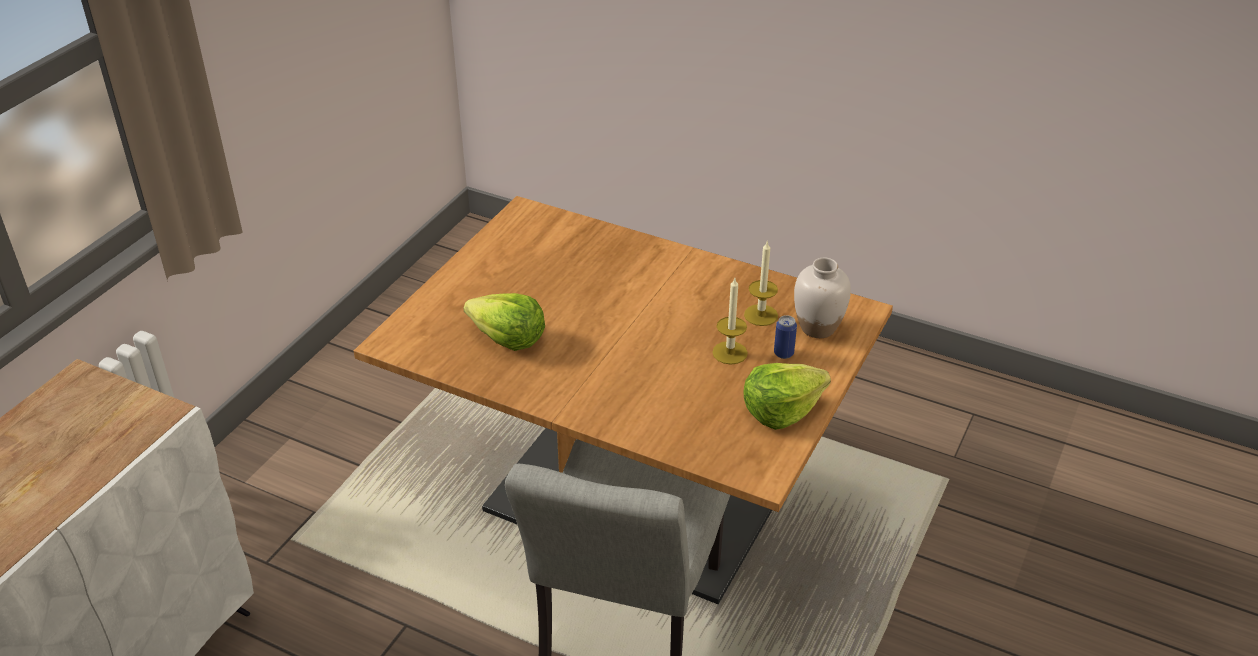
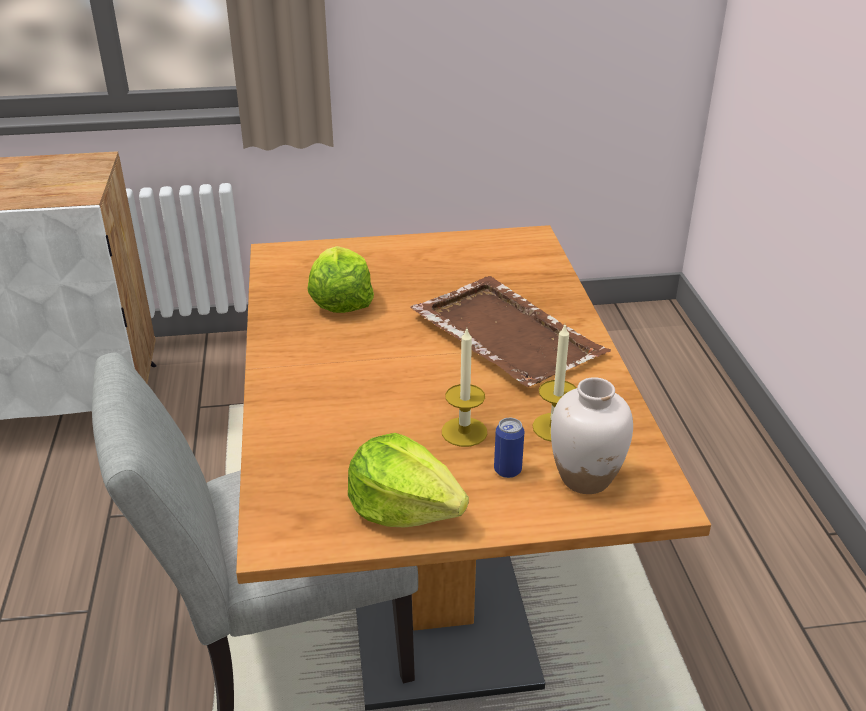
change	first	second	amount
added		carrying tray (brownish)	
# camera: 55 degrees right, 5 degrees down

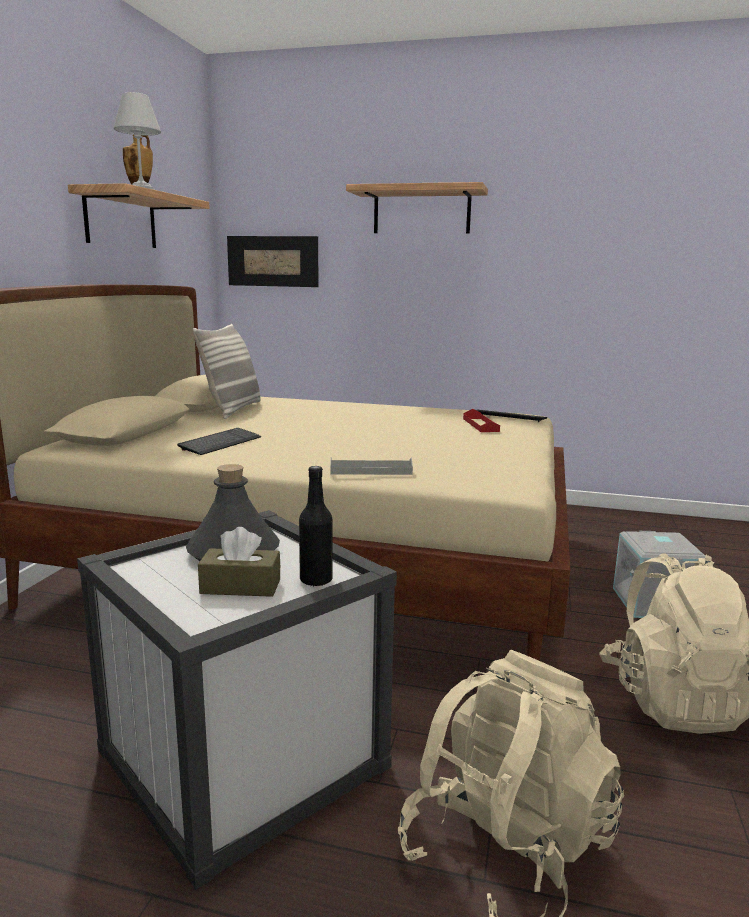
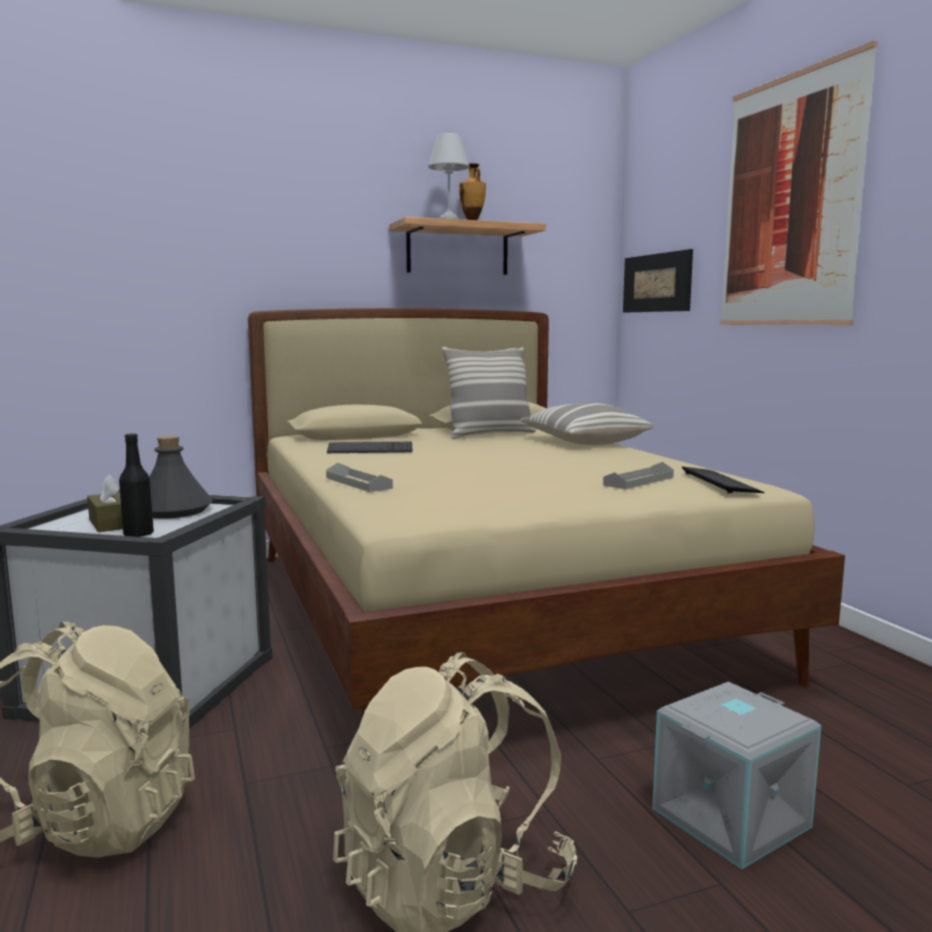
change	first	second	amount
added		throw pillow (2nd from left)	
replaced	bracket shelf (2nd from left)	picture (2nd from left)	
recoloured	carrying tray (reddish)	carrying tray (gray) (2nd from left)	
# camera: 55 degrees right, 5 degrees down

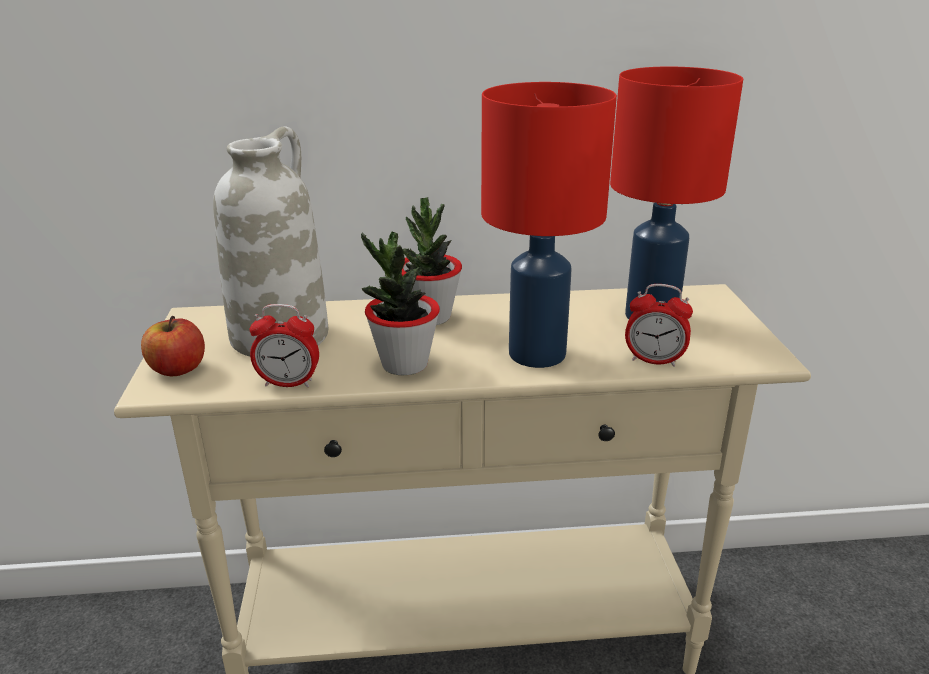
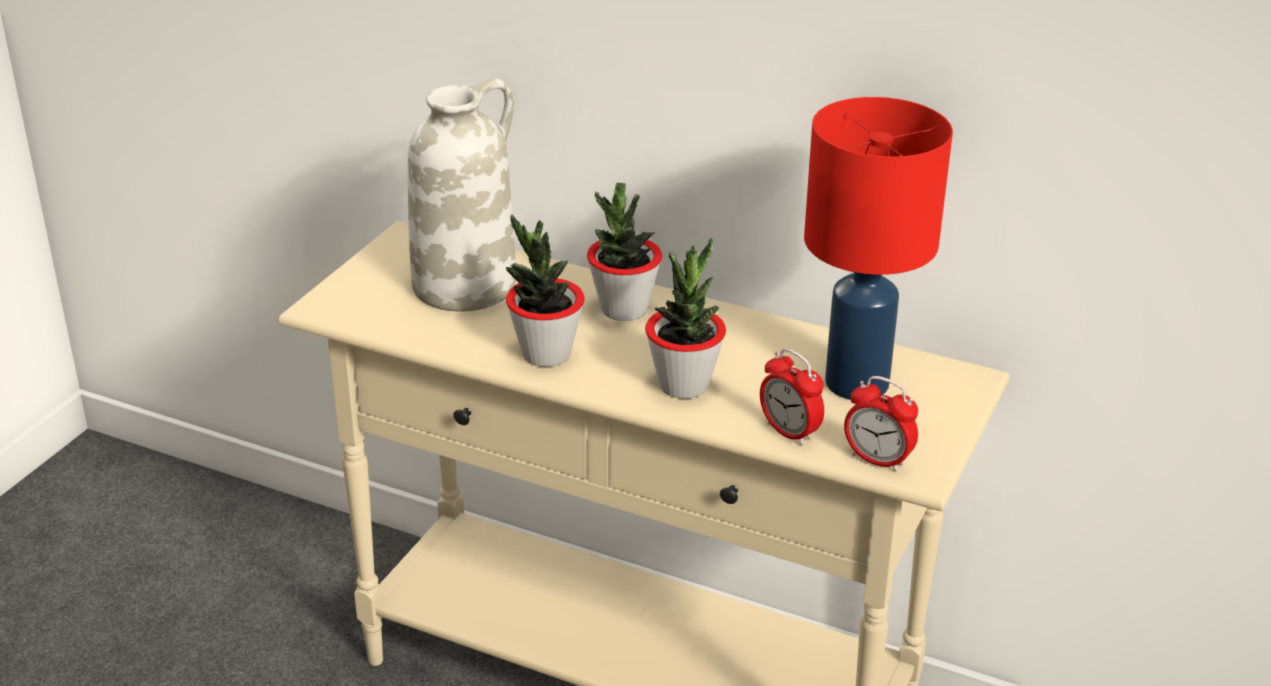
change	first	second	amount
removed	whole apple		
moved	bedside clock (1st from left in the first image)	bedside clock (2nd from left)	
replaced	tabletop lamp (reddish) (1st from left)	plant in a pot (3rd from left)	
# camera: 30 degrees right, 5 degrees up

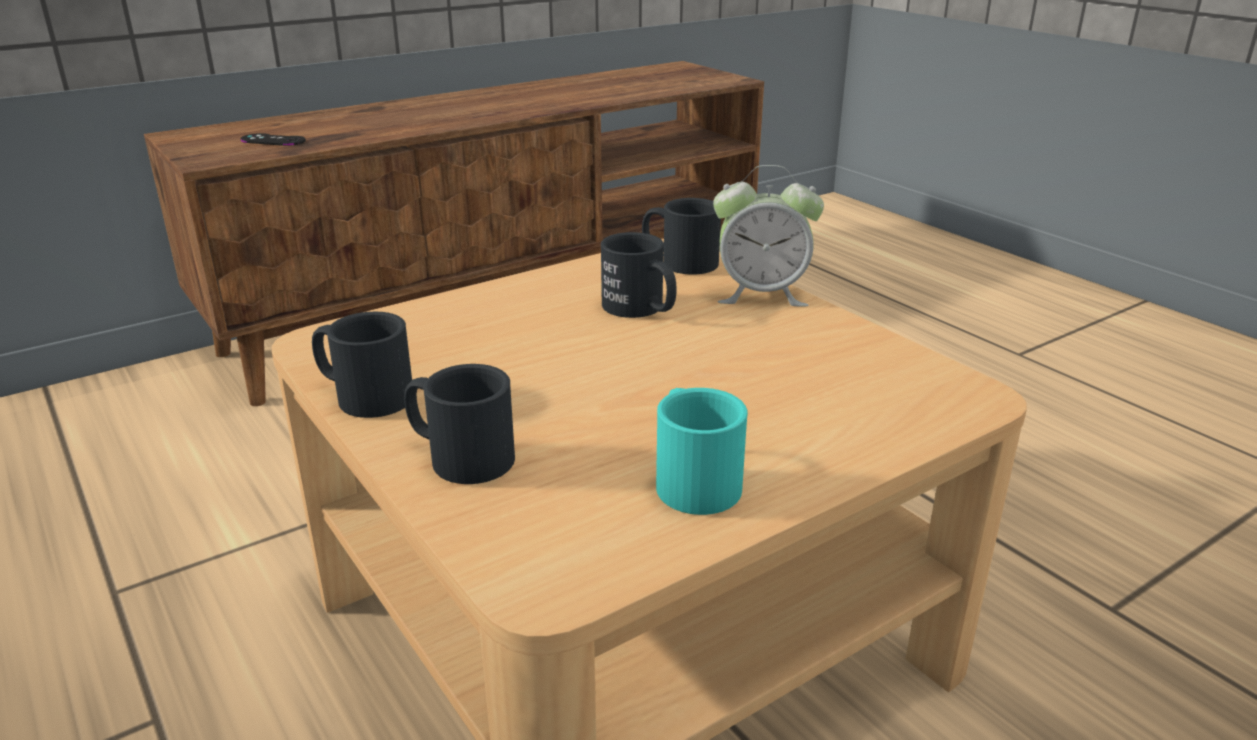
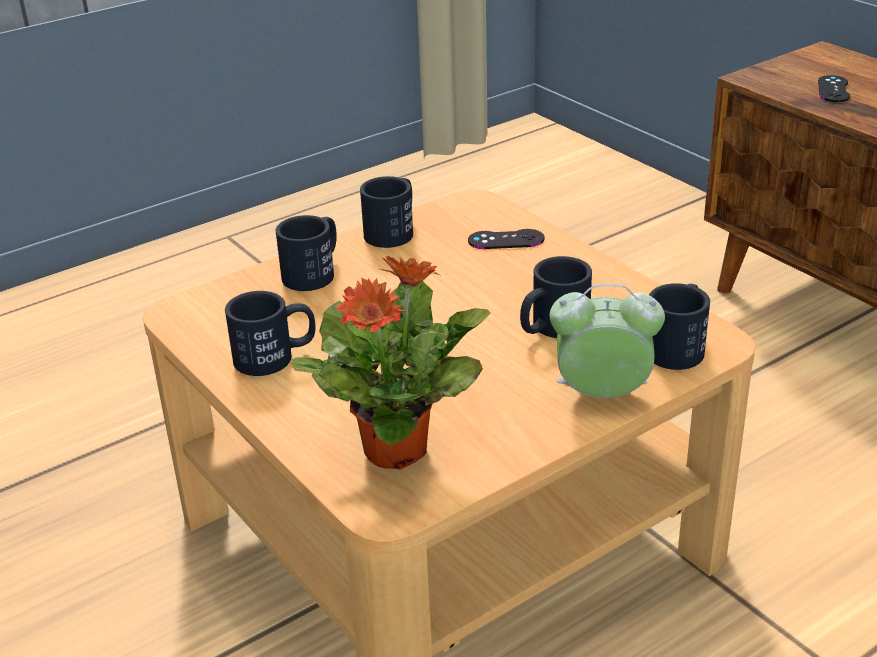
change	first	second	amount
added		plant in a pot	
added		gamepad (black) (1st from left)	
recoloured	coffee mug (turquoise)	coffee mug (black) (1st from left)	
turned	bedside clock		90 degrees clockwise
# camera: 90 degrees right, 5 degrees up

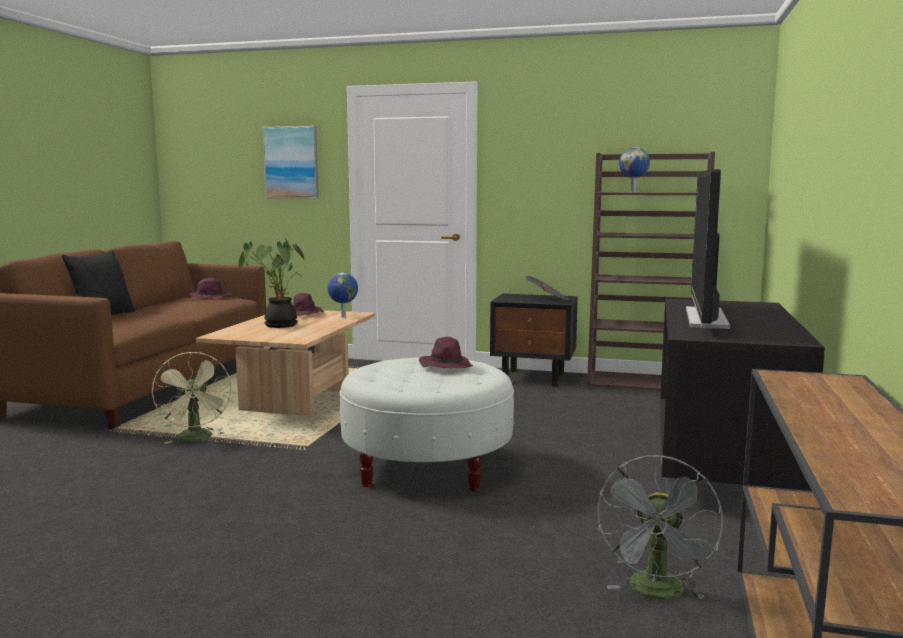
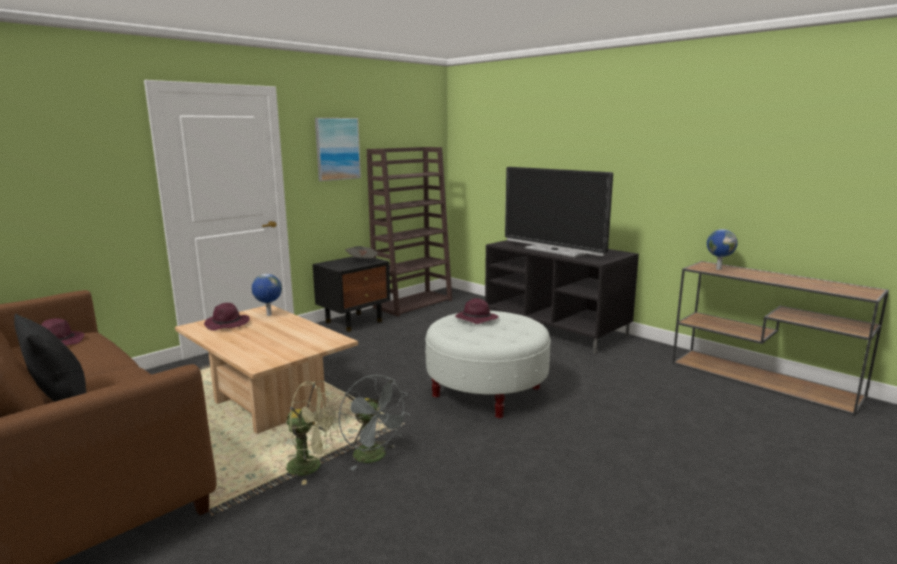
change	first	second	amount
removed	plant in a pot		
moved	picture		
moved	electric fan (gray)		
moved	globe (2nd from left)		
# camera: 60 degrees left, 5 degrees up

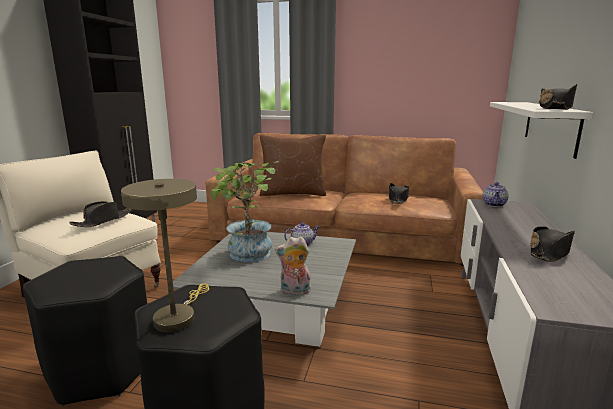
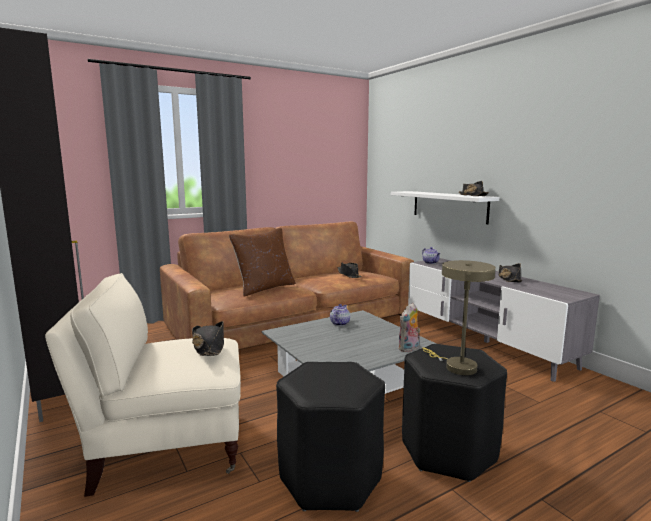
change	first	second	amount
removed	plant in a pot		
# camera: 45 degrees left, 5 degrees down

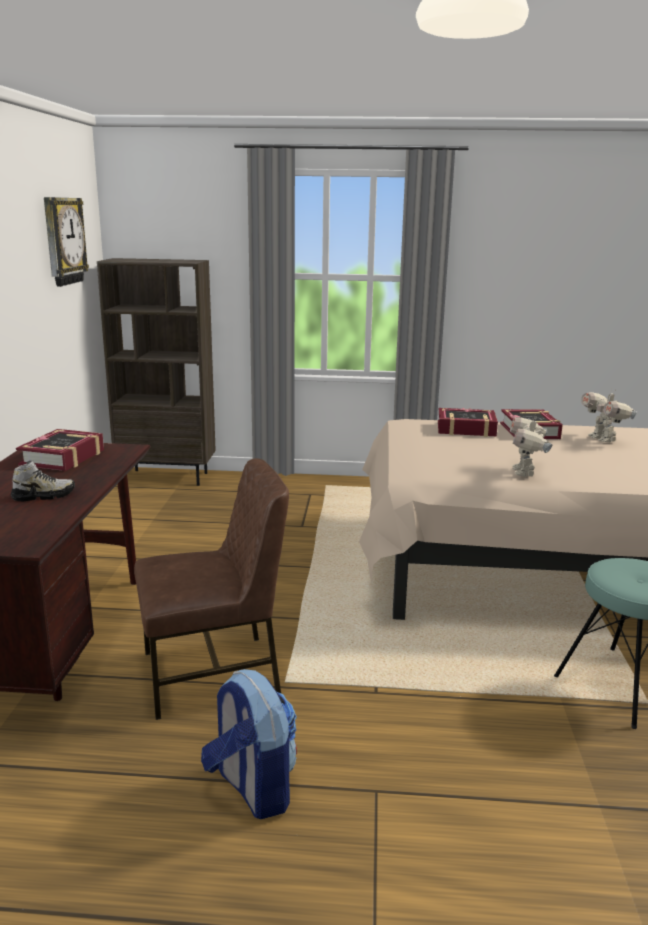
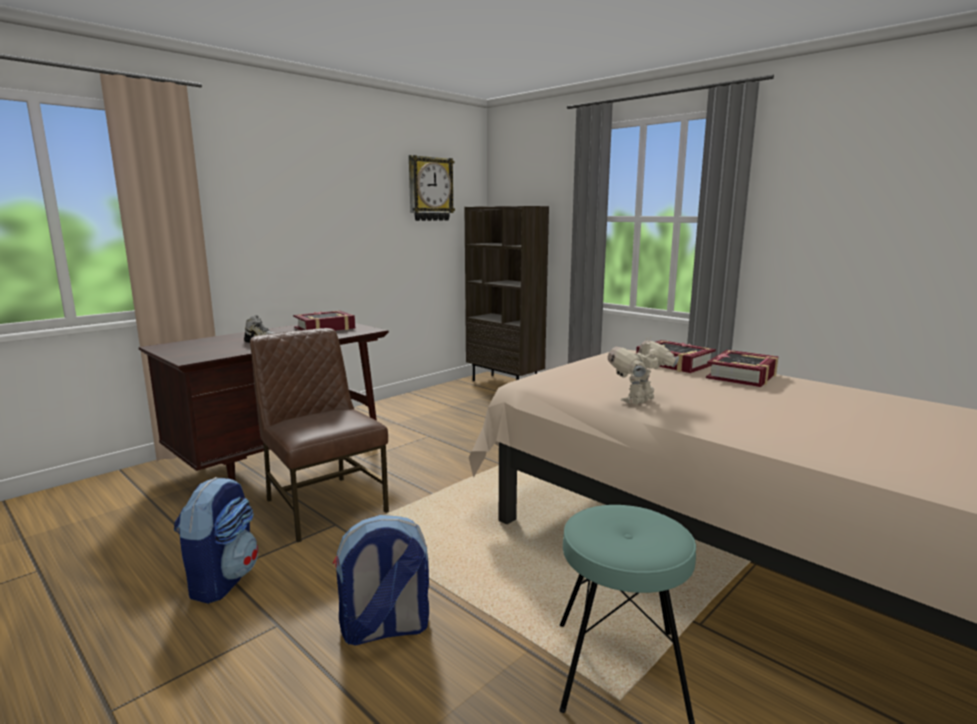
change	first	second	amount
removed	model robot (2nd from left)		
added		knapsack (2nd from left)	
turned	chair (brownish)		150 degrees counterclockwise
# camera: 40 degrees right, 5 degrees down

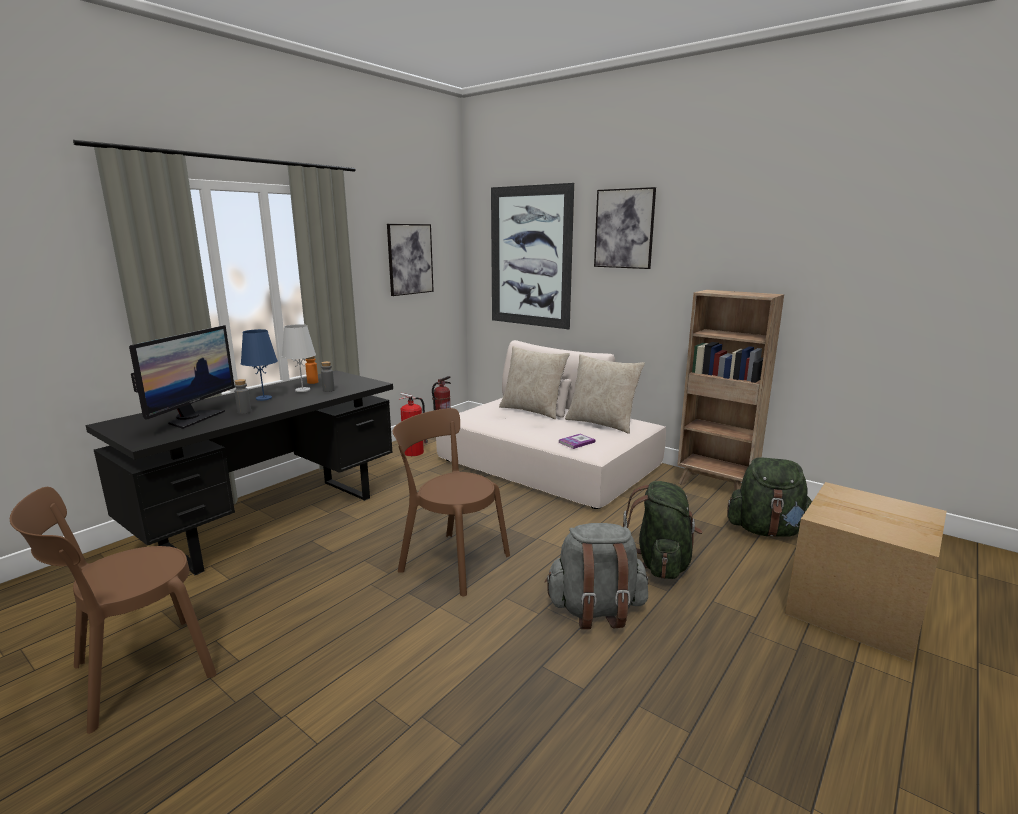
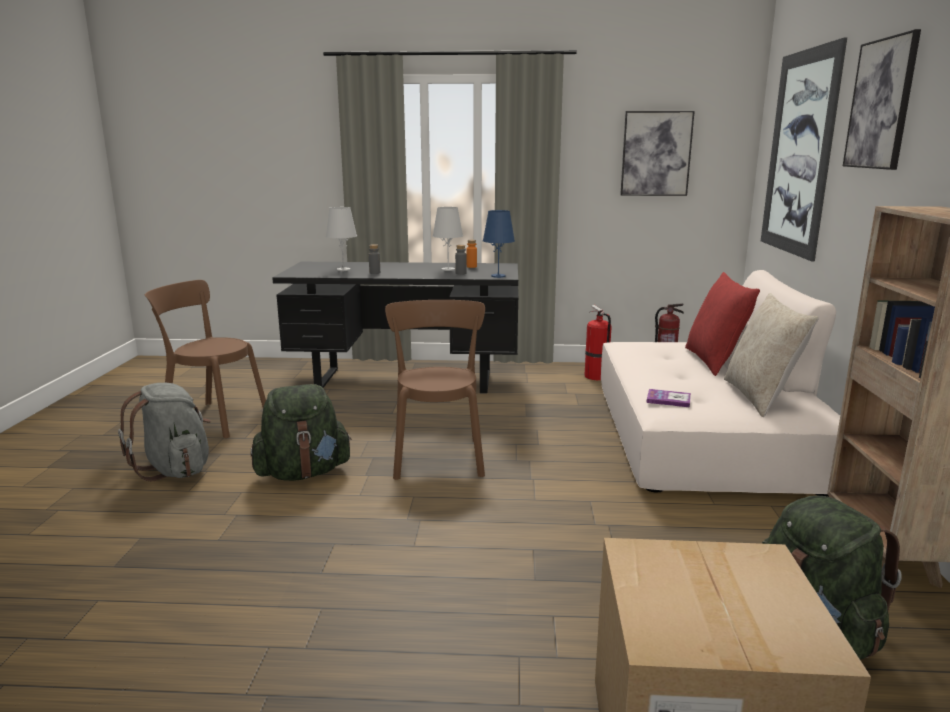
change	first	second	amount
moved	tabletop lamp (blue)		
moved	knapsack (gray)		
moved	knapsack (greenish) (1st from left)		
replaced	monitor	tabletop lamp (white-coloured) (1st from left)	
recoloured	throw pillow (beige) (1st from left)	throw pillow (reddish)	
# camera: 55 degrees right, 0 degrees up

